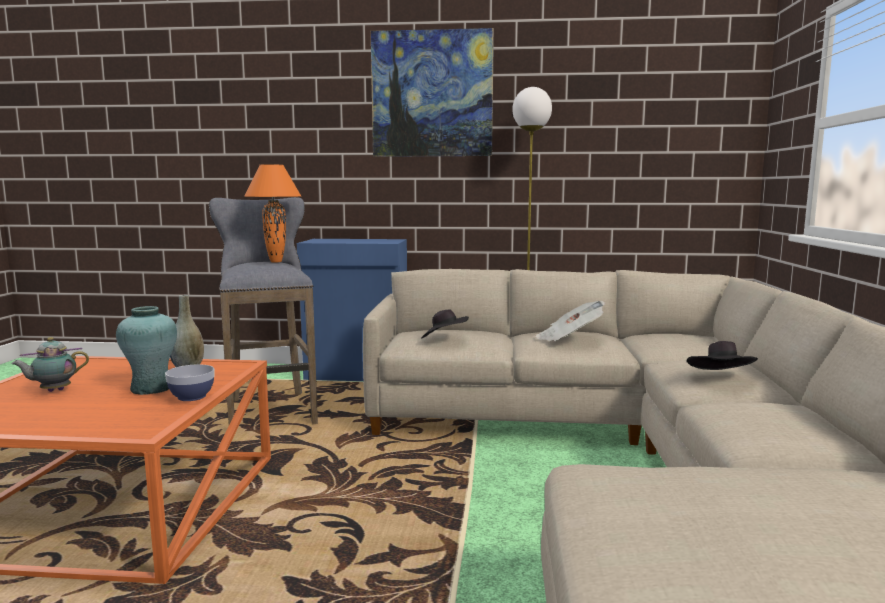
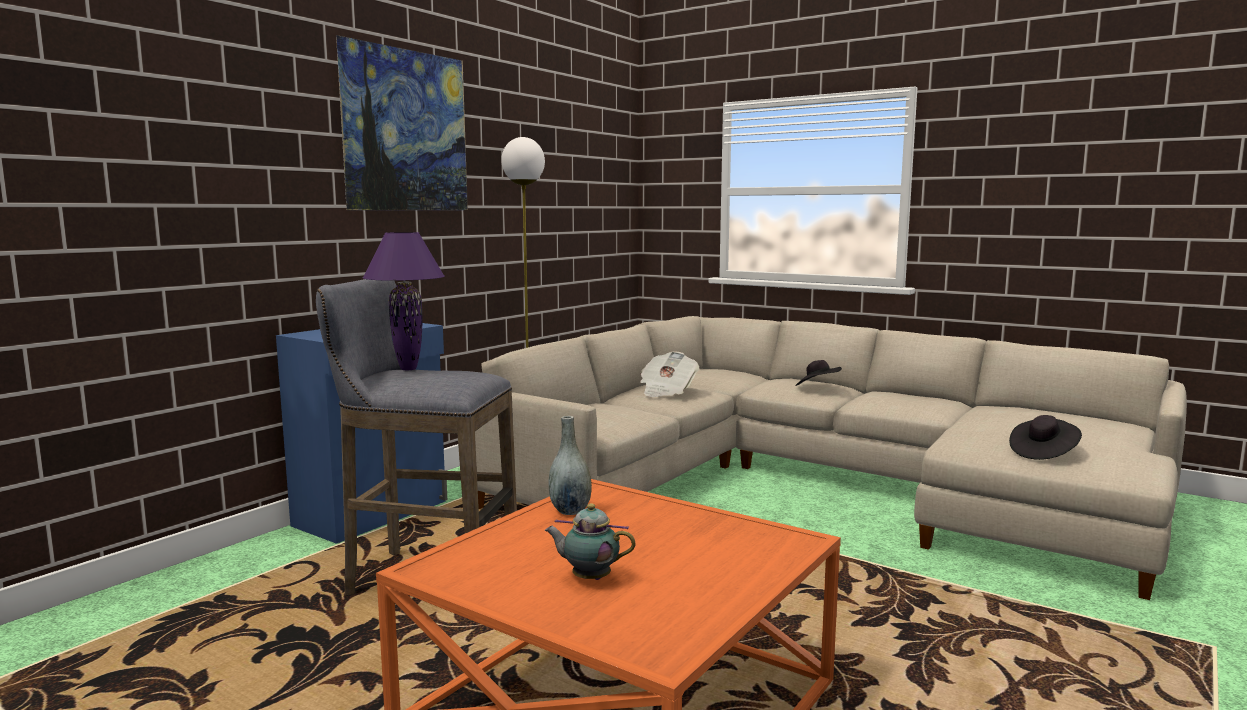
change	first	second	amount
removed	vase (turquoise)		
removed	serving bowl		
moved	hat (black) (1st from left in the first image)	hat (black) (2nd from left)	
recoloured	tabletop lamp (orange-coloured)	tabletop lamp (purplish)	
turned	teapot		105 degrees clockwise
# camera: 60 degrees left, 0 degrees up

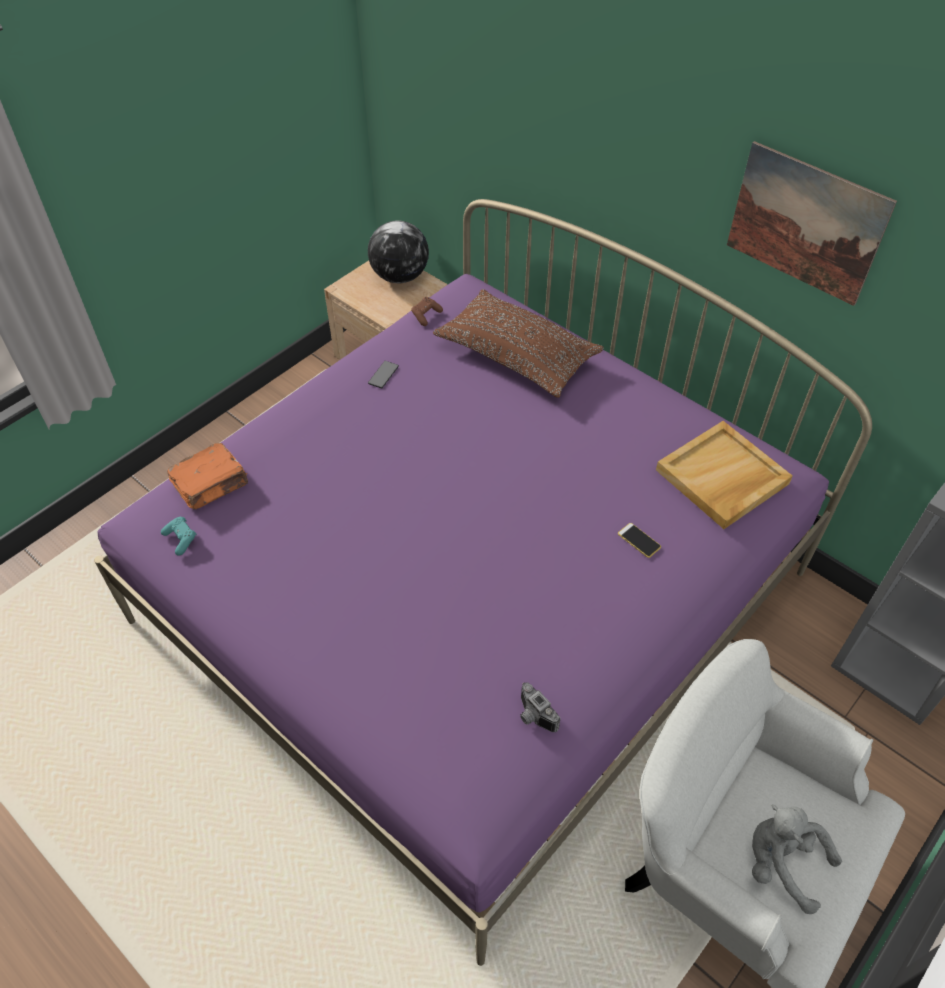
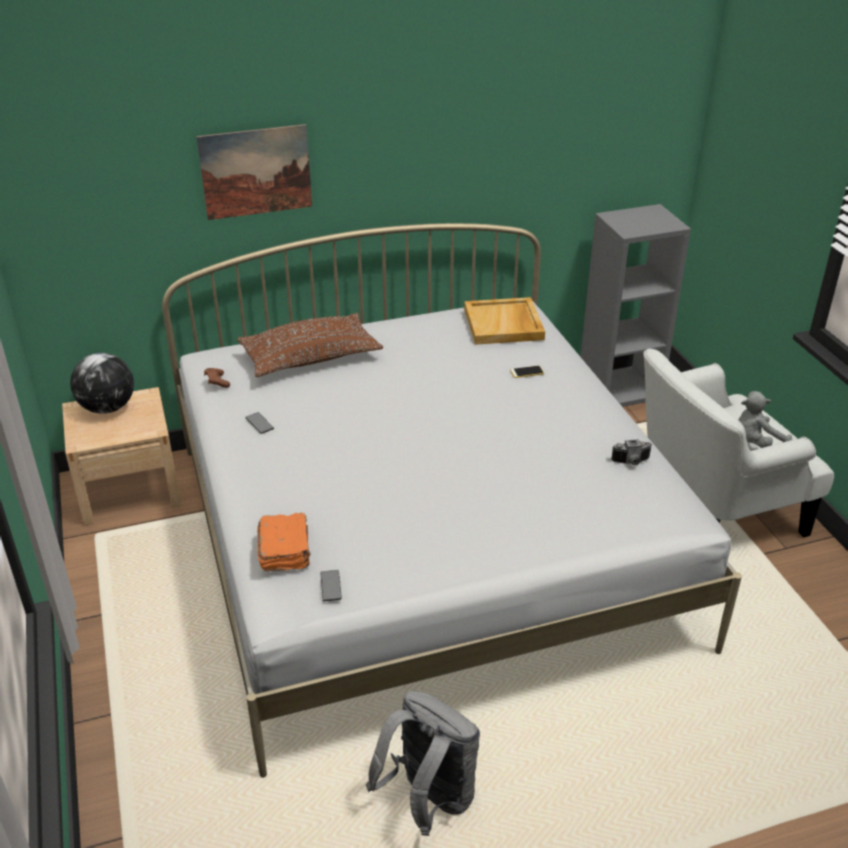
change	first	second	amount
added		knapsack (gray)	
moved	picture		
replaced	gamepad (turquoise)	handset (2nd from left)	
recoloured	bedroom bed (purplish)	bedroom bed (white-coloured)	
# camera: 60 degrees left, 15 degrees down

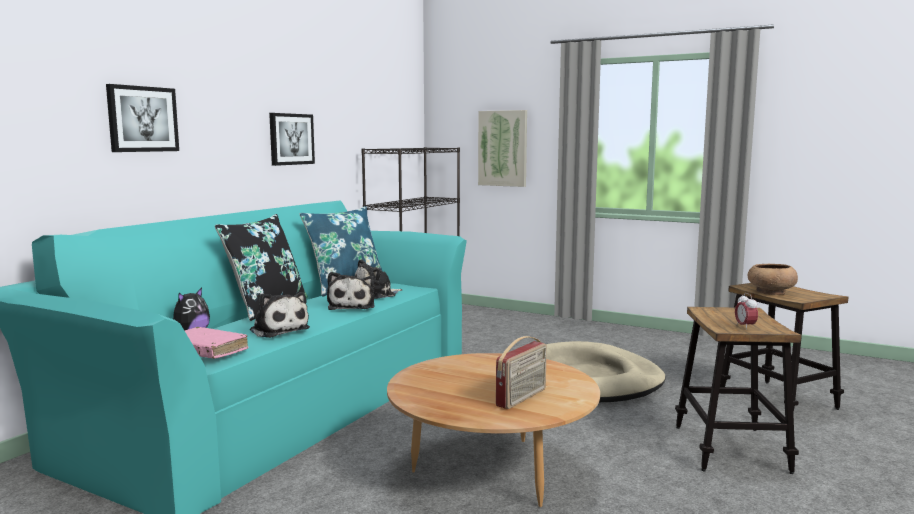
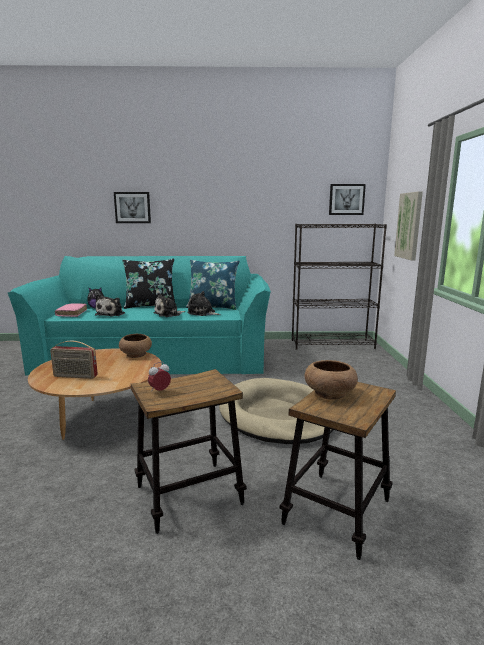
change	first	second	amount
added		serving bowl (brownish) (1st from left)	
moved	picture (2nd from left)		
# camera: 60 degrees right, 5 degrees up

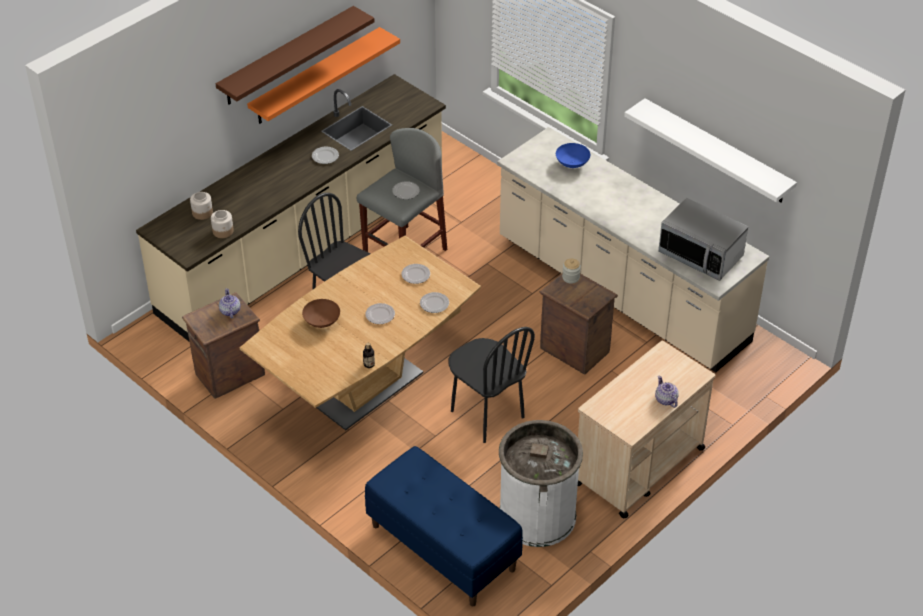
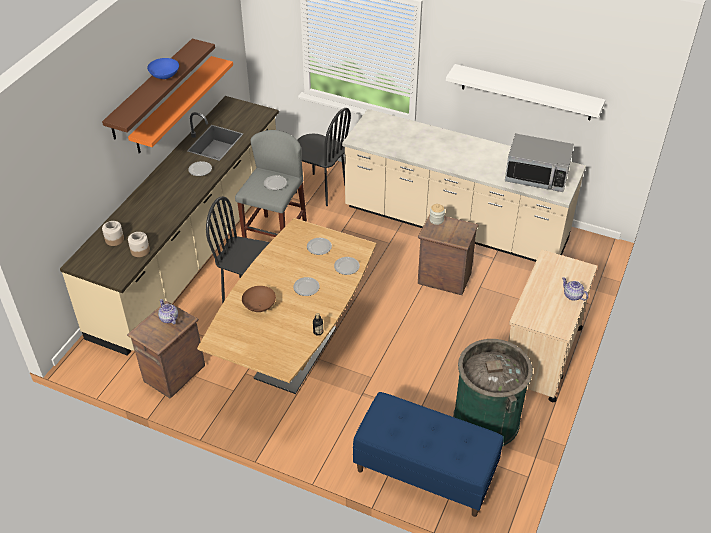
change	first	second	amount
moved	chair (black) (2nd from left)		
moved	serving bowl (blue)		
recoloured	waste bin (white-coloured)	waste bin (greenish)	
# camera: 20 degrees left, 0 degrees up

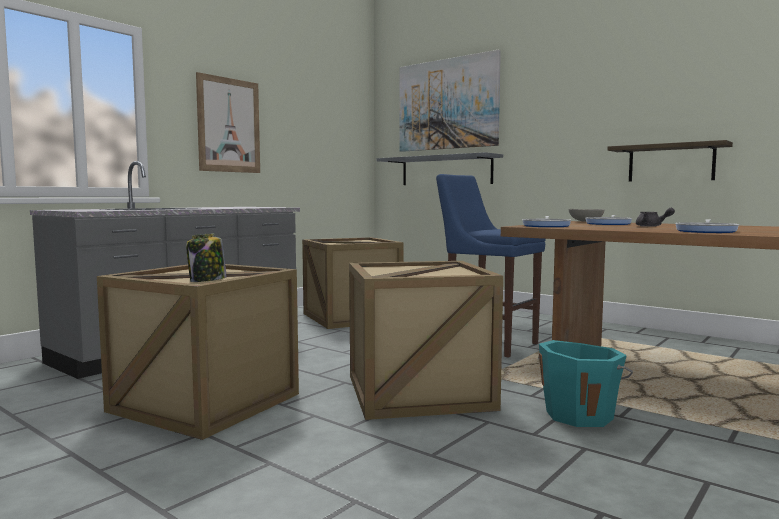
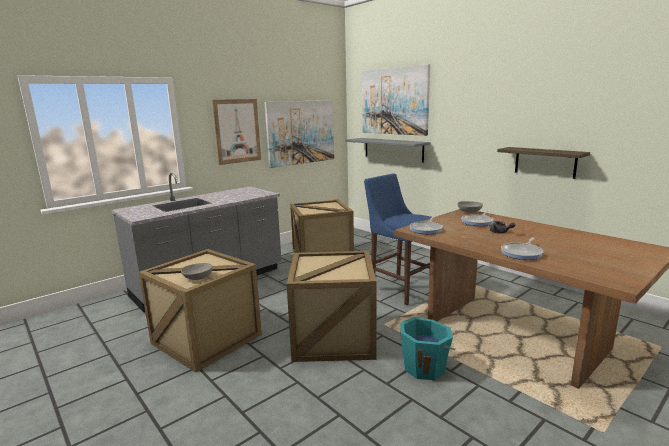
change	first	second	amount
added		picture (2nd from left)	
replaced	jar	serving bowl (gray) (1st from left)	
# camera: 10 degrees right, 10 degrees up

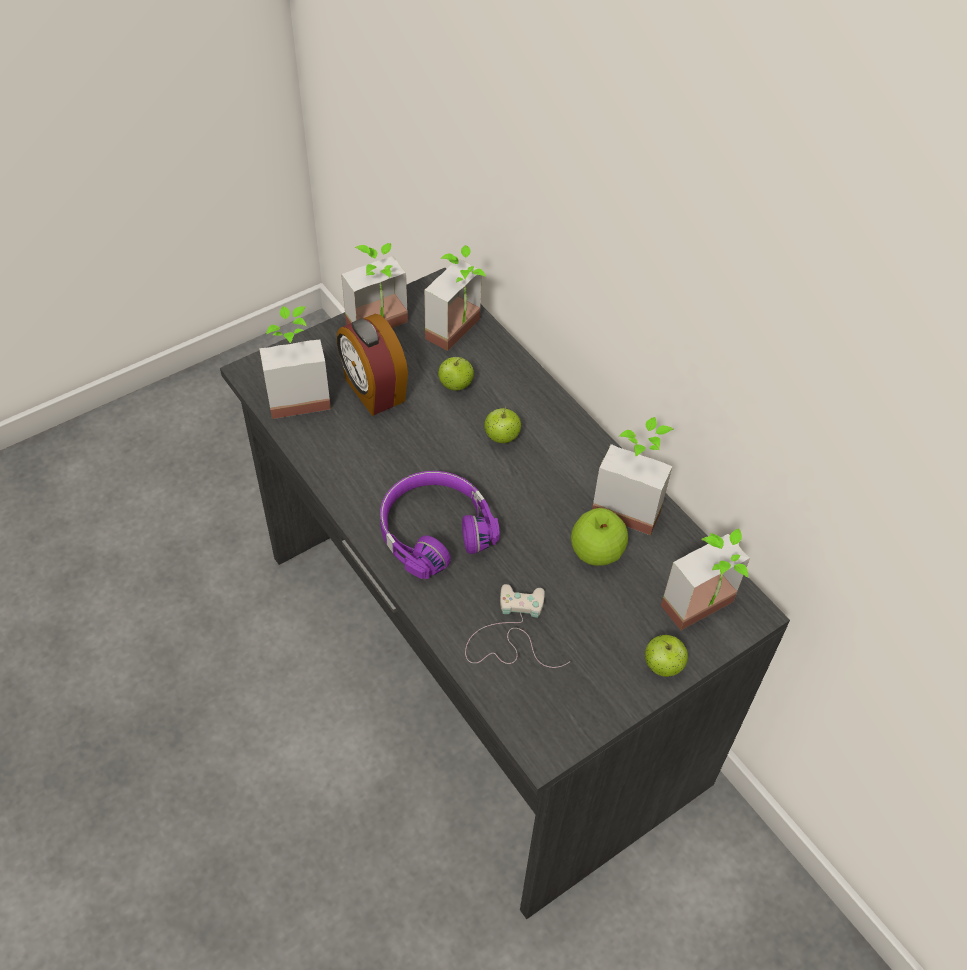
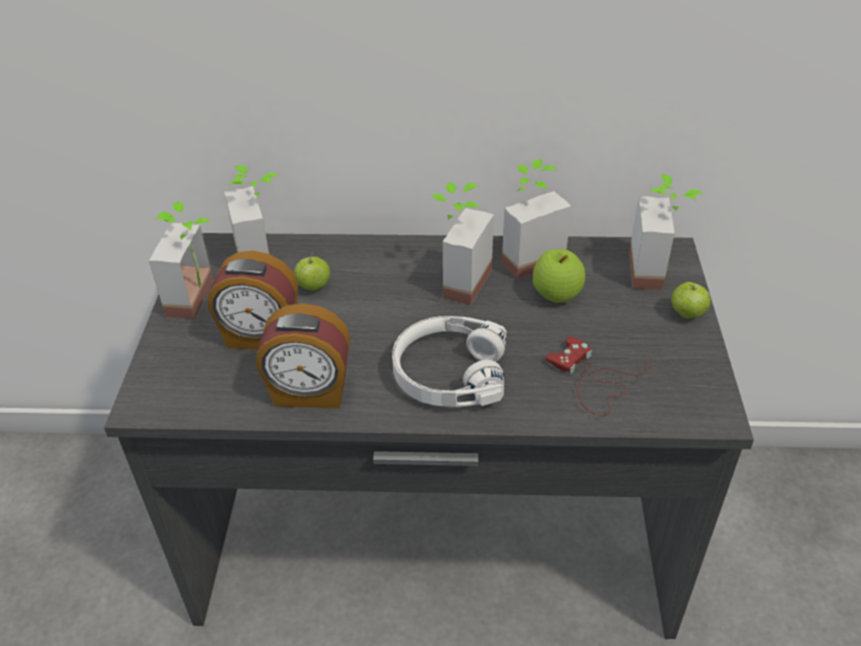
change	first	second	amount
removed	whole apple (2nd from left)		
added		bedside clock (2nd from left)	
moved	plant in a pot (1st from left in the first image)	plant in a pot (3rd from left)	
recoloured	headphones (purplish)	headphones (white-coloured)	
recoloured	gamepad (white-coloured)	gamepad (reddish)	
# camera: 50 degrees left, 10 degrees down

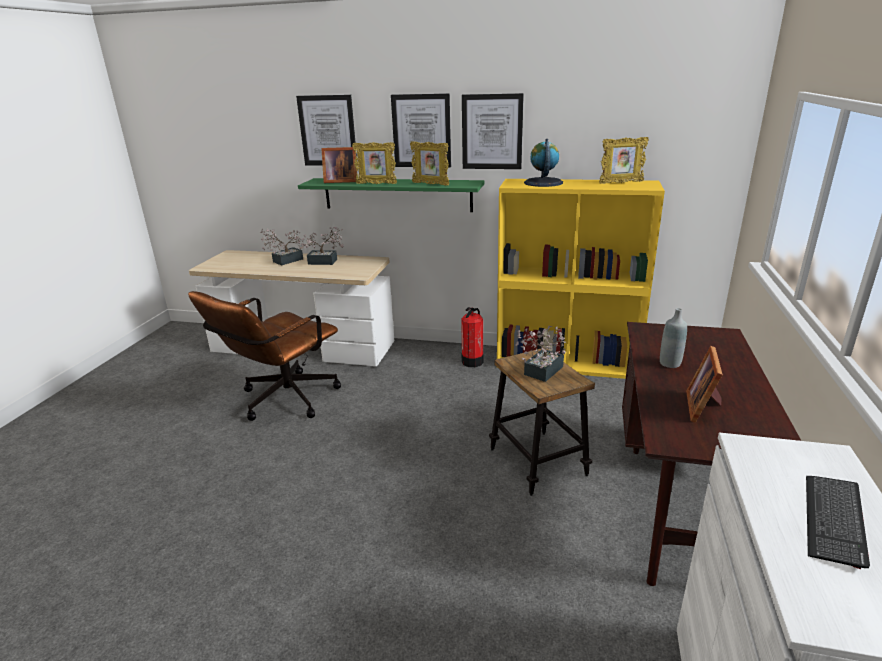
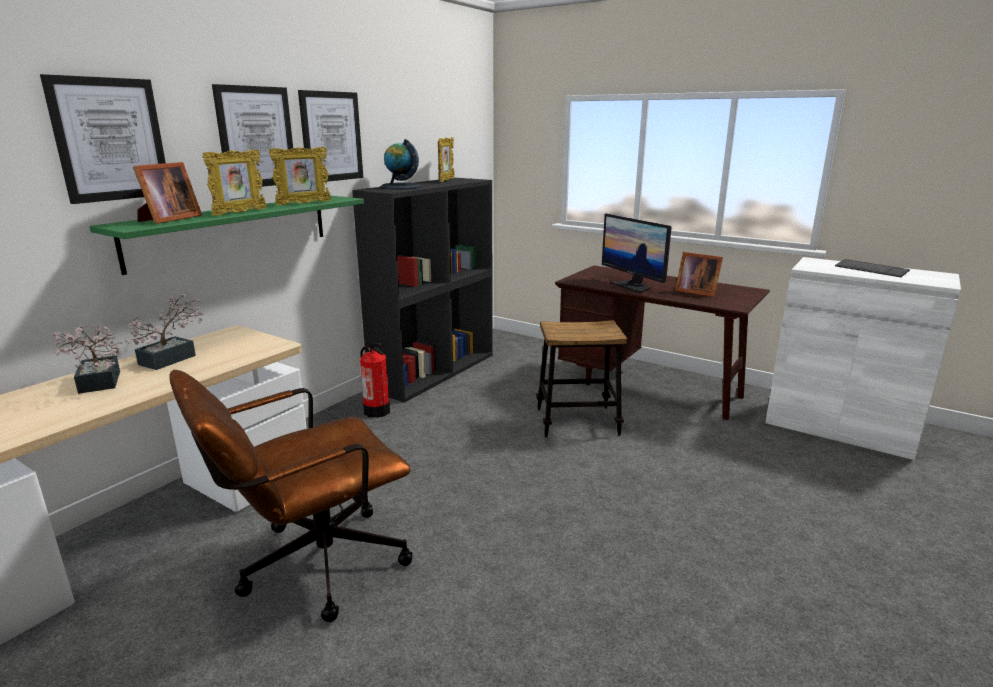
change	first	second	amount
removed	plant in a pot (3rd from left)		
replaced	beverage bottle (gray)	monitor	
recoloured	shelving unit (yellowish)	shelving unit (black)	
turned	computer chair (brownish)		90 degrees clockwise
# camera: 70 degrees left, 5 degrees down

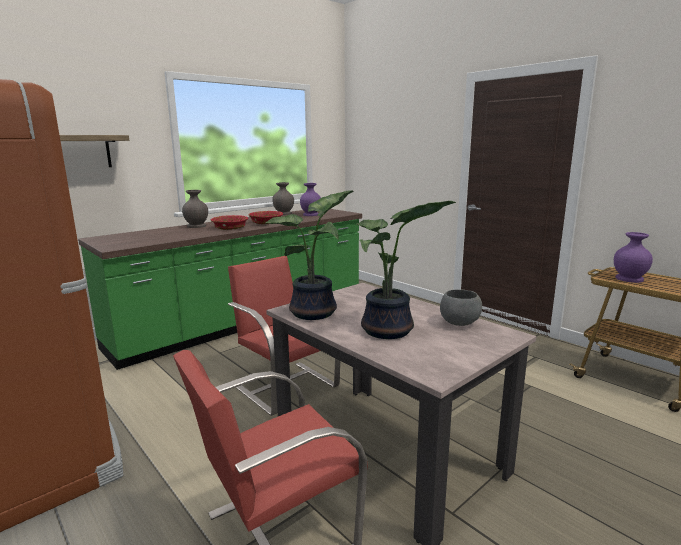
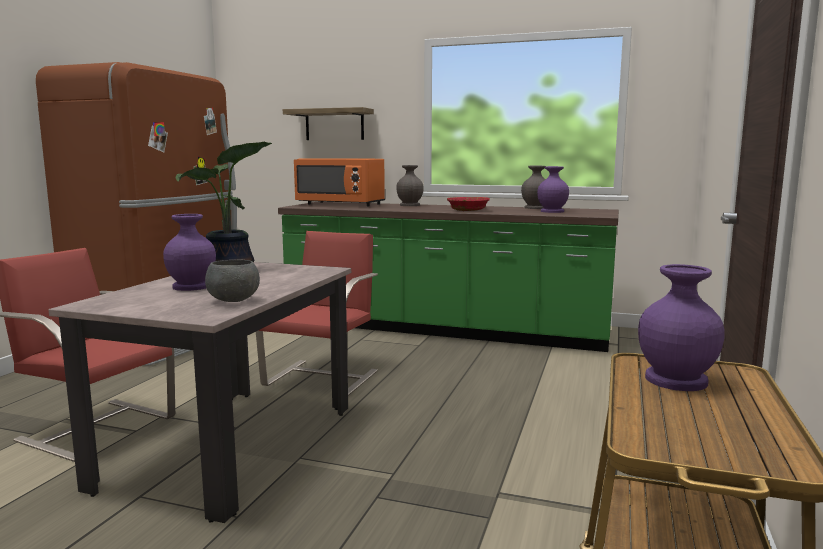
change	first	second	amount
removed	serving bowl (reddish) (1st from left)		
added		microwave (orange-coloured)	
replaced	plant in a pot (2nd from left)	vase (purplish) (1st from left)	
# camera: 60 degrees right, 5 degrees down

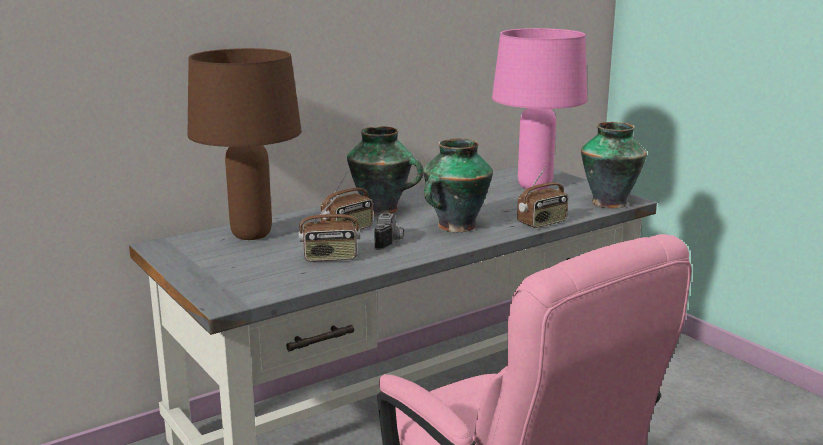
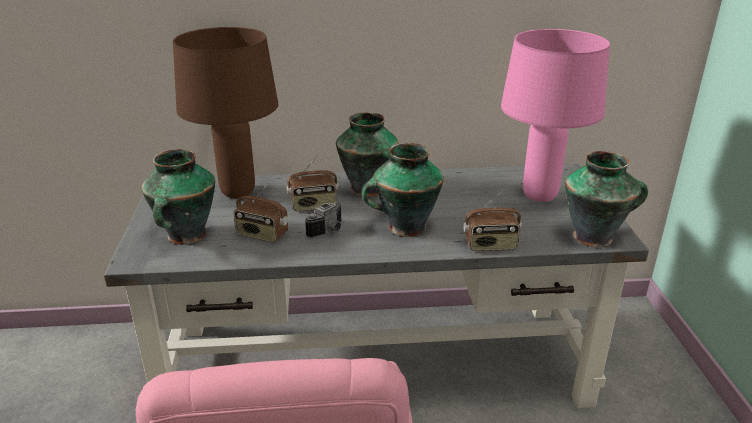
change	first	second	amount
added		vase (1st from left)	
# camera: 30 degrees right, 10 degrees up

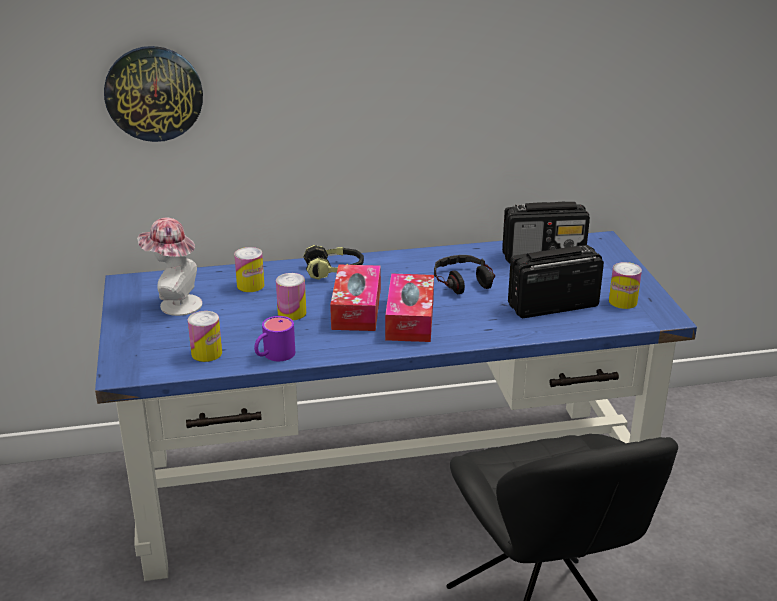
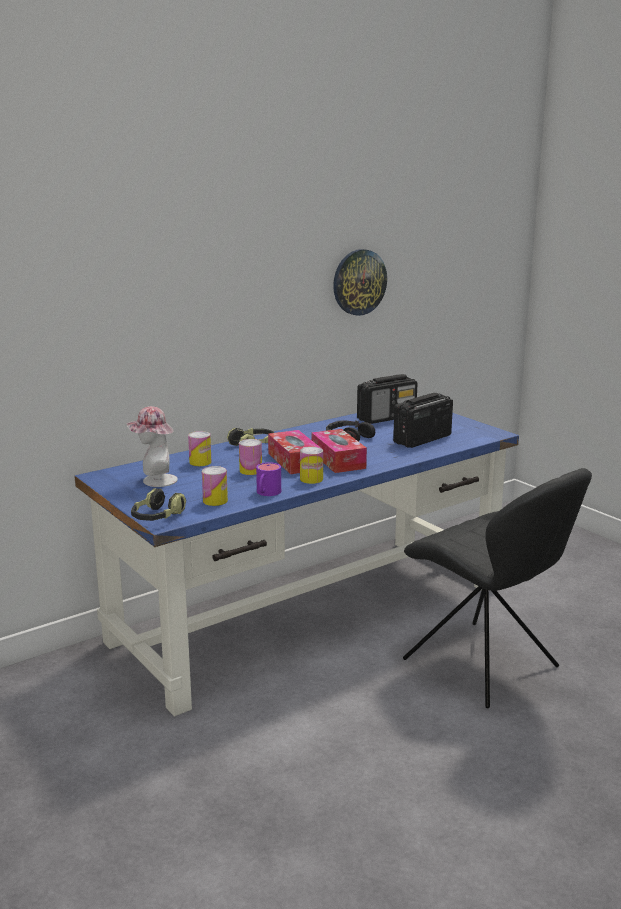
change	first	second	amount
added		headphones (1st from left)	
moved	clock on the wall		
moved	can (4th from left)		
# camera: 25 degrees left, 10 degrees down

